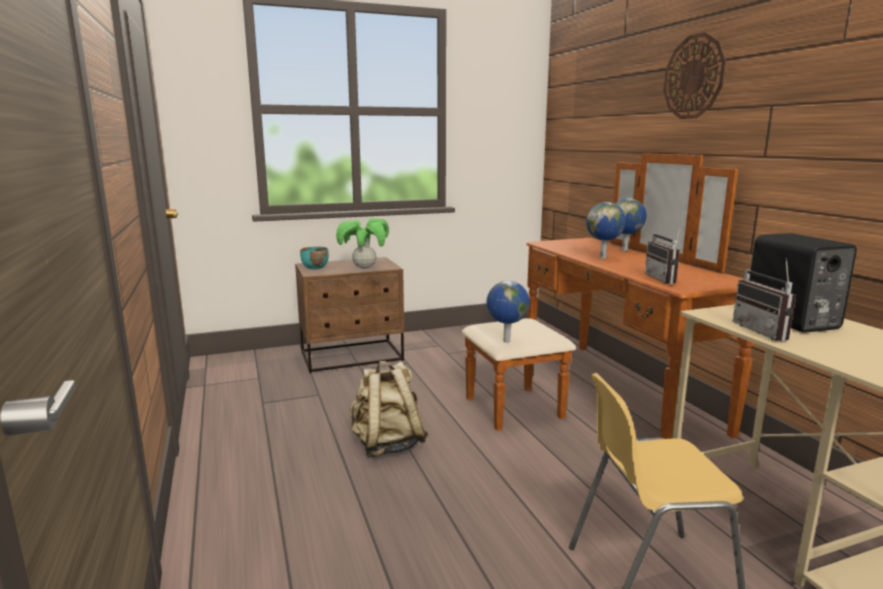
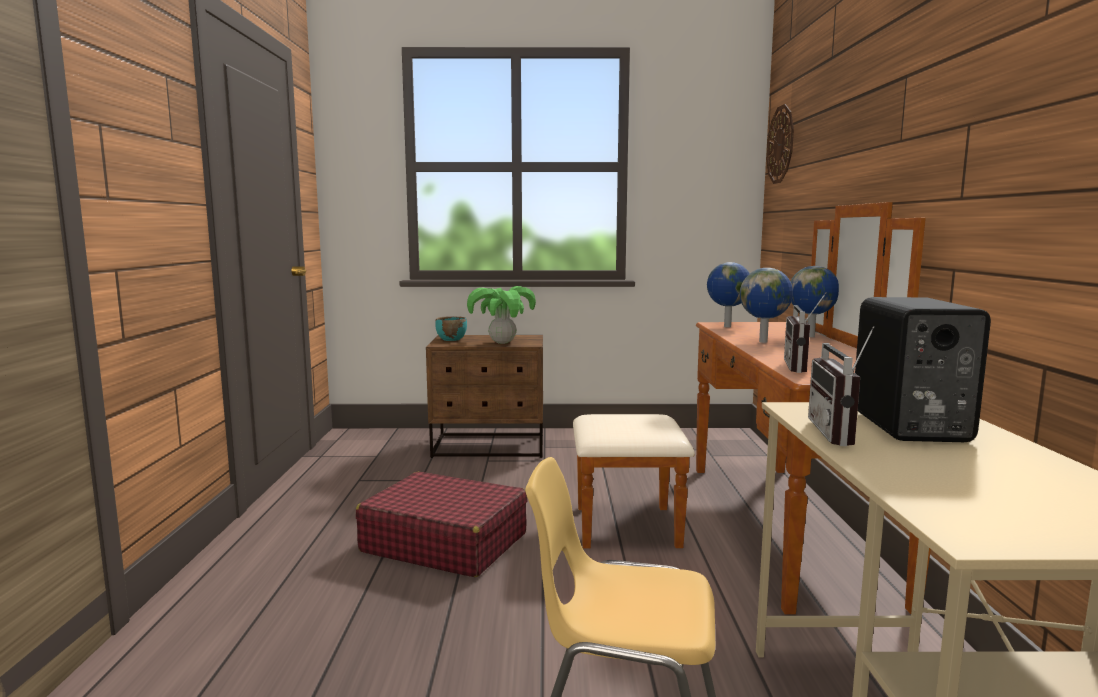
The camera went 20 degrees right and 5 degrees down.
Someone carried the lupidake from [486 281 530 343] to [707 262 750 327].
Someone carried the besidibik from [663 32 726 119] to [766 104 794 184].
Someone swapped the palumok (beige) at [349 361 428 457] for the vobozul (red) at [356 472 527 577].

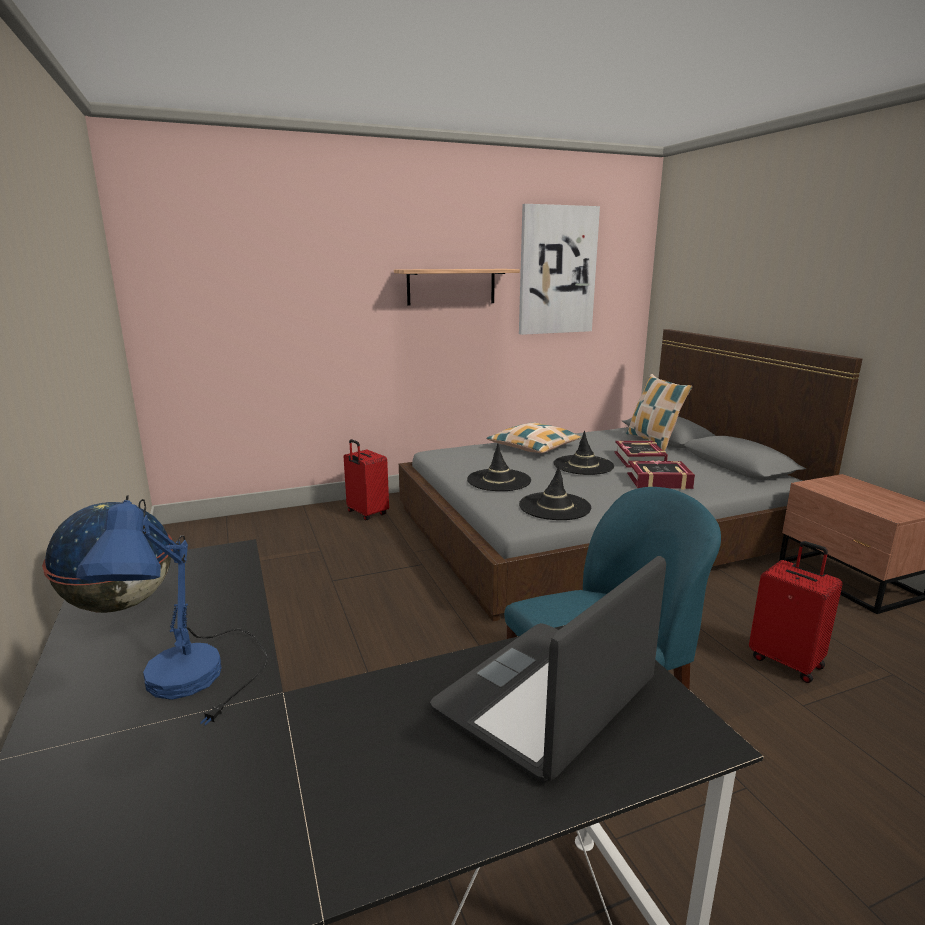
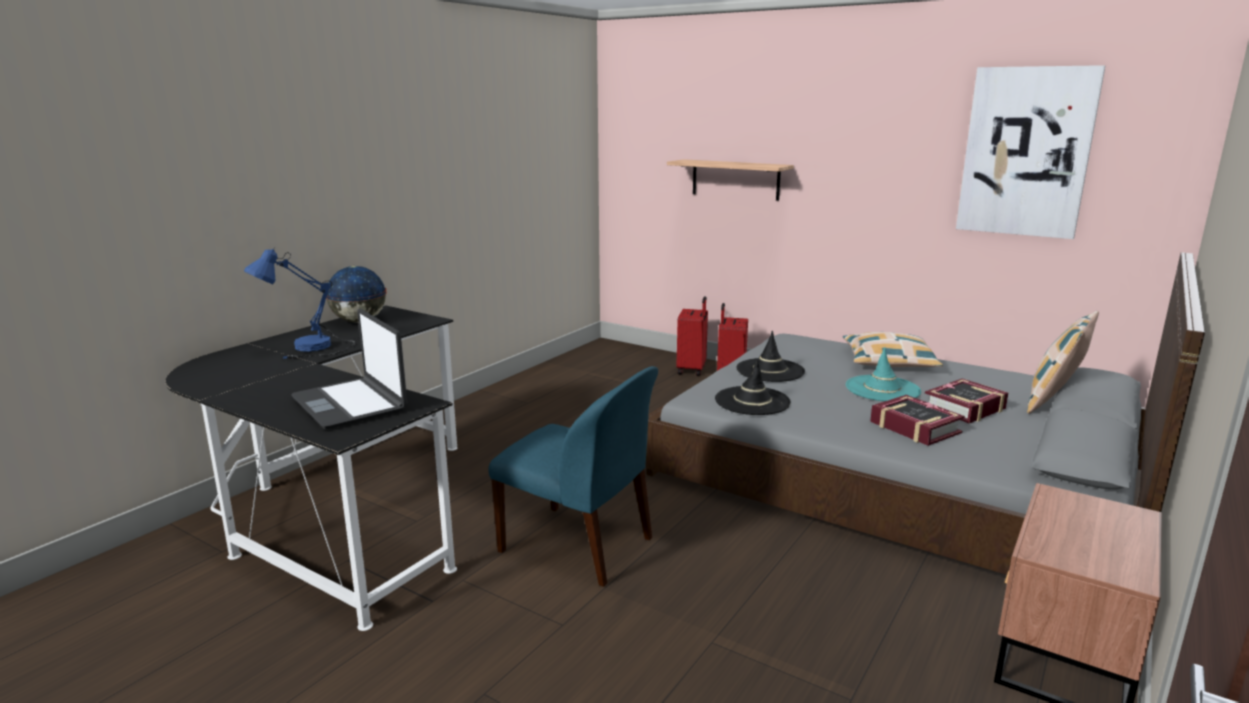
The camera went 55 degrees right and 0 degrees up.
Someone carried the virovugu from [394 269 520 305] to [667 159 794 201].
Someone carried the vobozul (red) from [749 541 842 683] to [677 296 708 376].
Someone repainted the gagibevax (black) at [554 431 614 475], which became the gagibevax (turquoise) at [846 347 921 401].
Someone rotated the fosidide at [430 556 666 781] by 135 degrees counterclockwise.

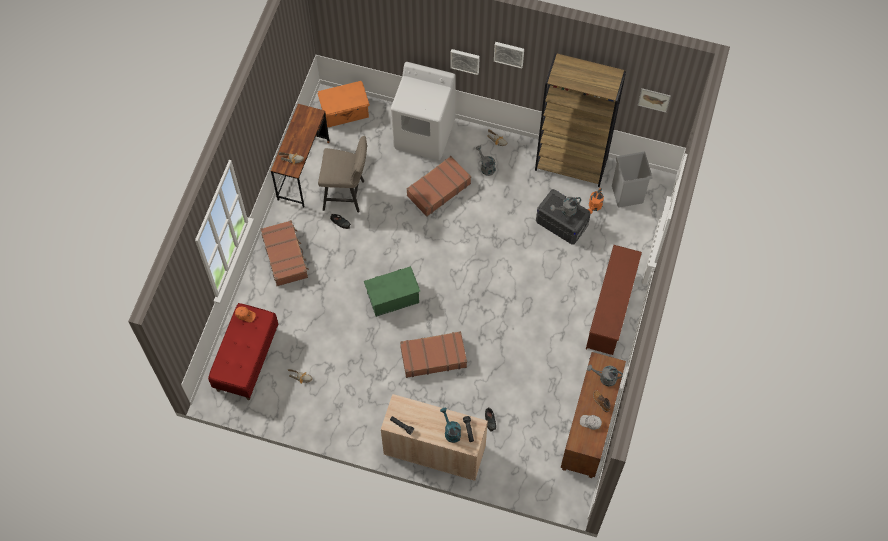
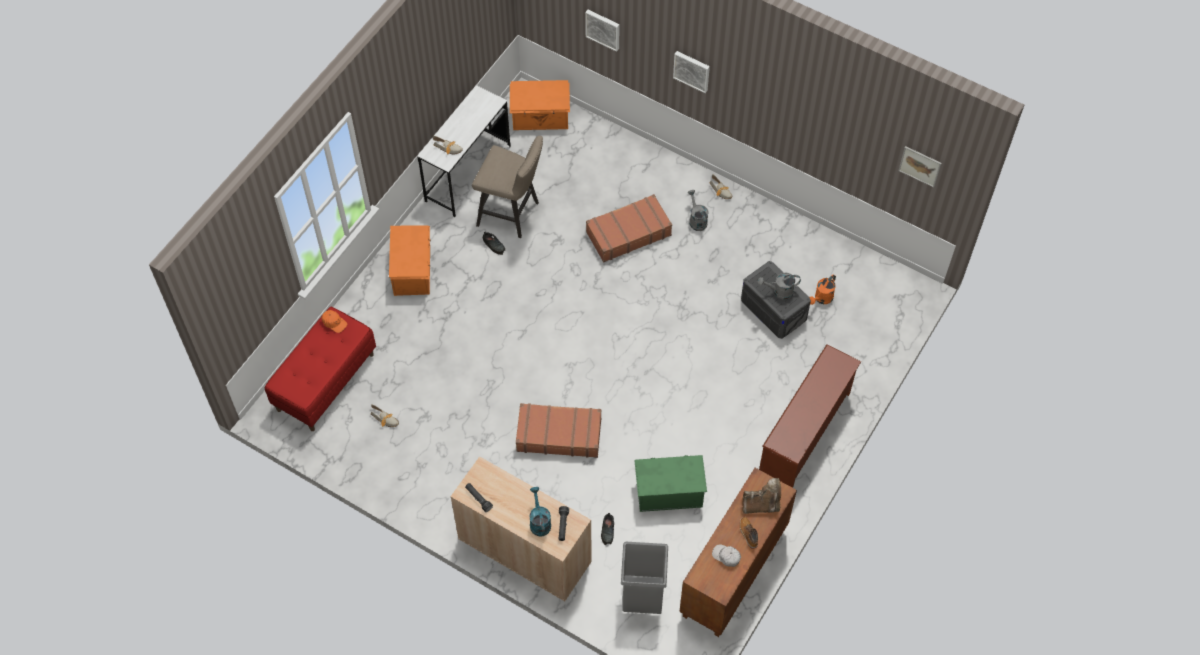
The camera went 15 degrees right and 5 degrees down.
Someone took away the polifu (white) at [391 62 456 160].
Someone took away the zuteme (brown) at [535 54 626 187].
Someone carried the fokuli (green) from [364 266 420 317] to [634 455 707 512].
Someone carried the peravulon from [494 42 524 69] to [585 10 620 52].
Someone carried the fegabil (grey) from [612 152 652 208] to [621 542 668 614].
Someone swapped the vobozul (brown) at [261 220 309 286] for the fokuli (orange) at [389 225 431 296].
Someone swapped the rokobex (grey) at [587 365 623 386] for the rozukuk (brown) at [742 478 781 514].
Someone repainted the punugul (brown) at [271 104 330 207], which became the punugul (white) at [418 85 511 217].

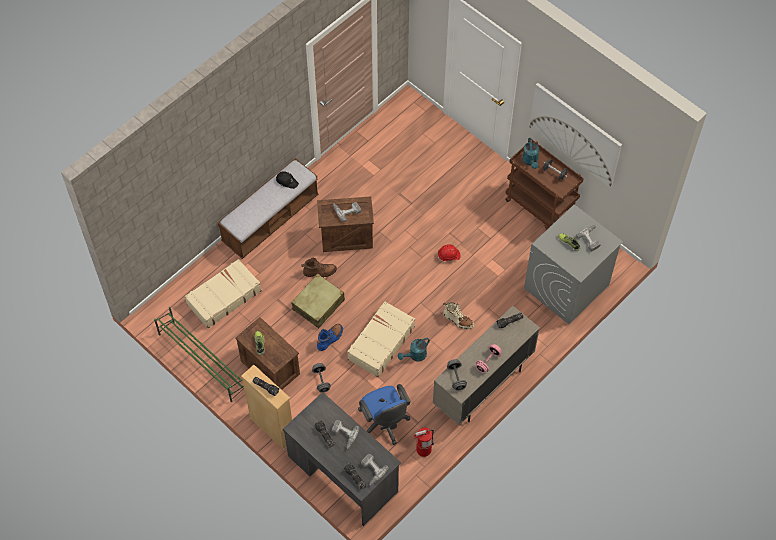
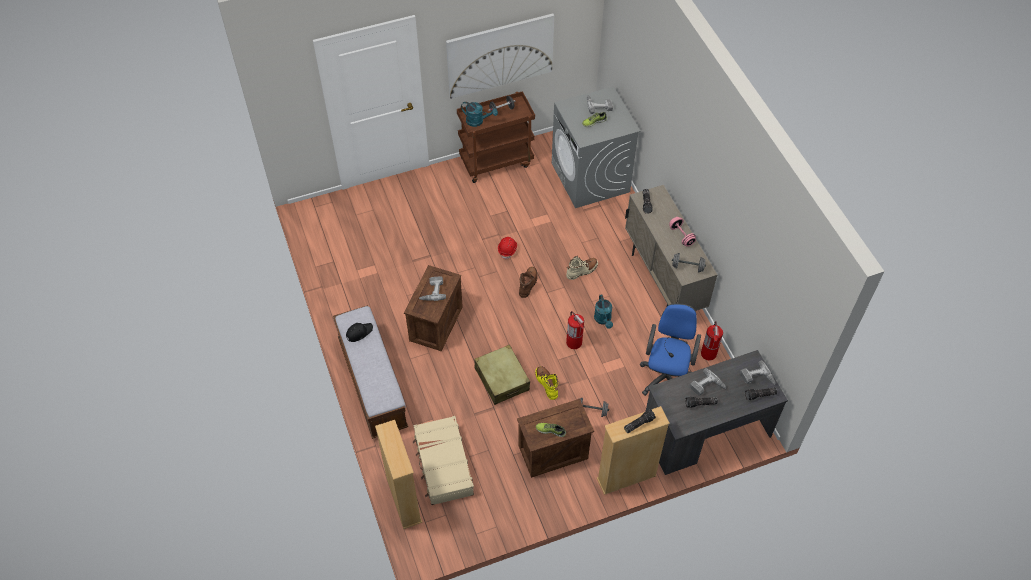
The camera went 65 degrees left and 5 degrees down.
Someone took away the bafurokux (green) at [154 307 244 402].
Someone put down the zuteme (beige) at [375 420 422 529].
Someone carried the rozukuk (brown) from [302 257 337 277] to [519 267 538 298].
Someone swapped the vobozul (beige) at [347 301 415 377] for the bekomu at [566 311 584 349].
Someone repainted the rozukuk (blue) at [317 324 343 351], which became the rozukuk (yellow) at [535 366 558 400].
Someone rotated the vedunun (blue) at [358 384 410 445] by 75 degrees counterclockwise.

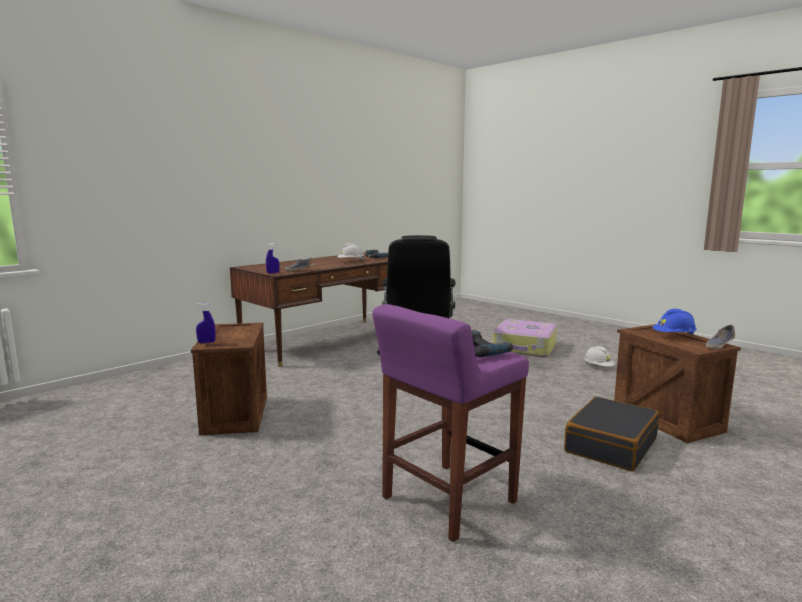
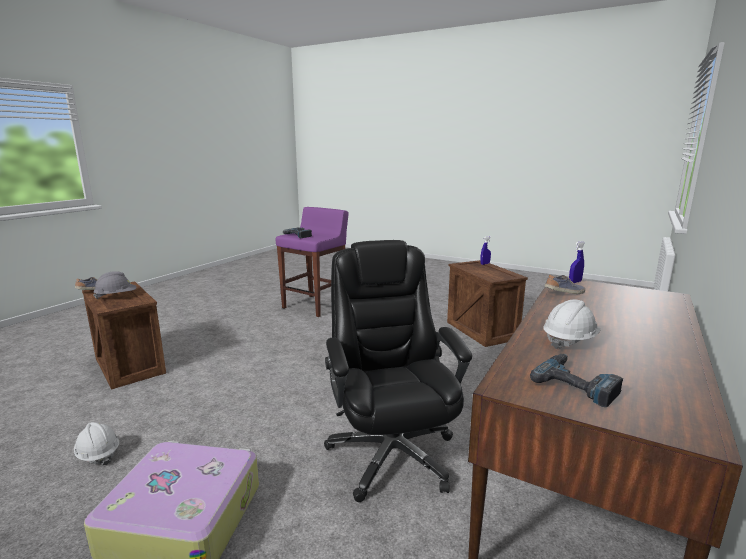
The camera went 165 degrees right and 5 degrees up.
Someone took away the vobozul (black) at [564 397 659 471].
Someone repainted the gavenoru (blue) at [653 309 697 336], which became the gavenoru (grey) at [94 271 136 299].

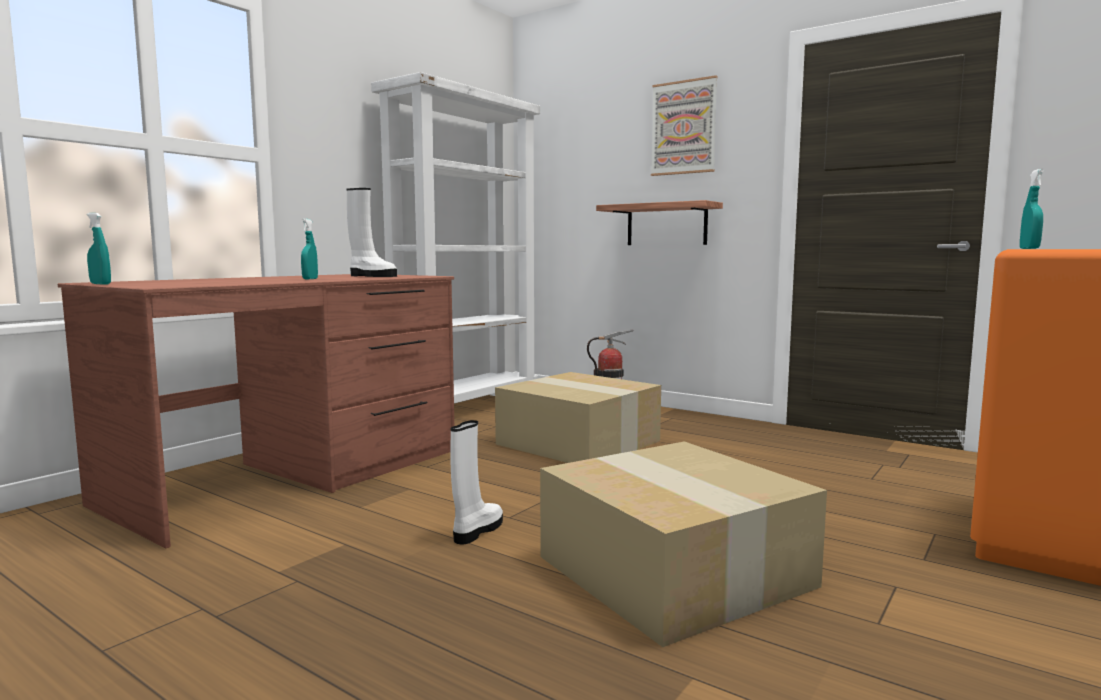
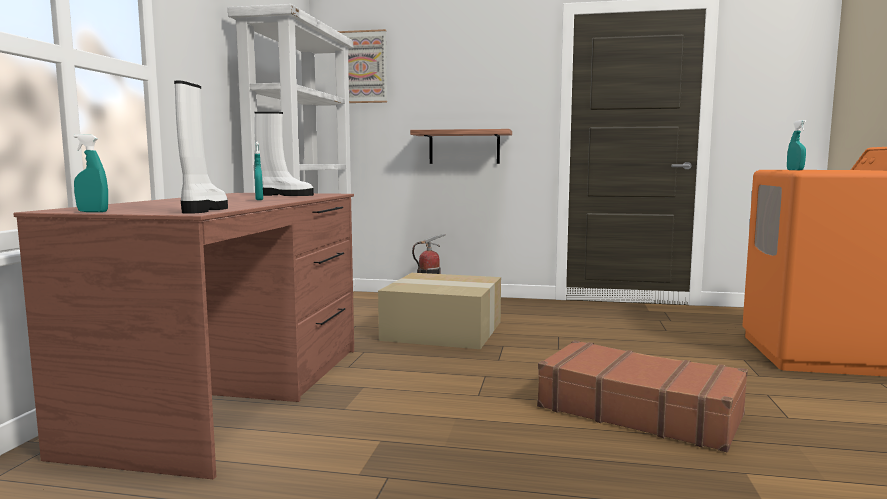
The camera went 25 degrees left and 0 degrees up.
Someone carried the rozukuk (white) from [450 420 503 545] to [174 81 228 214].
Someone carried the peravulon from [651 75 718 176] to [338 29 387 103].
Someone swapped the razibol at [540 441 827 647] for the vobozul (brown) at [537 340 748 452].

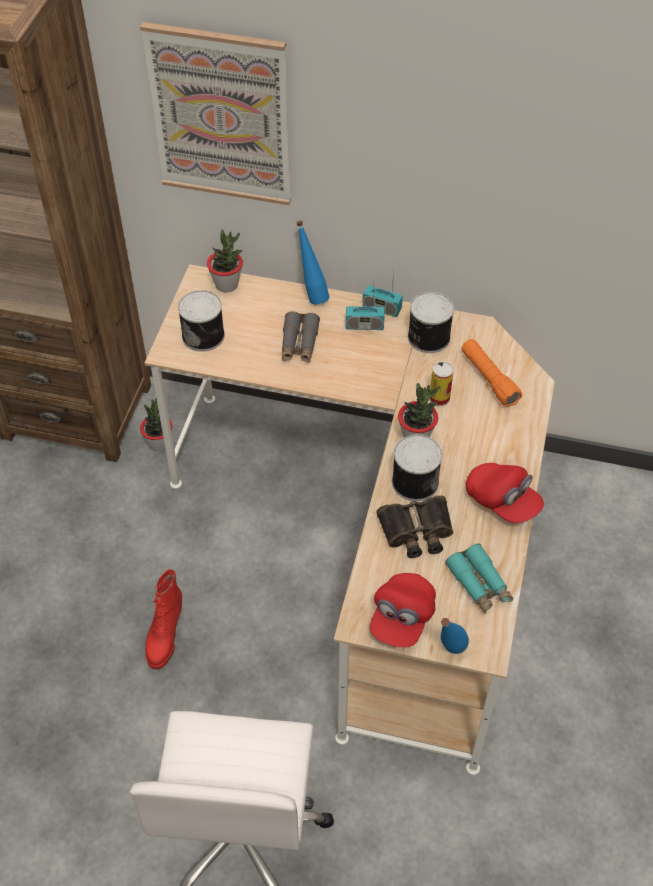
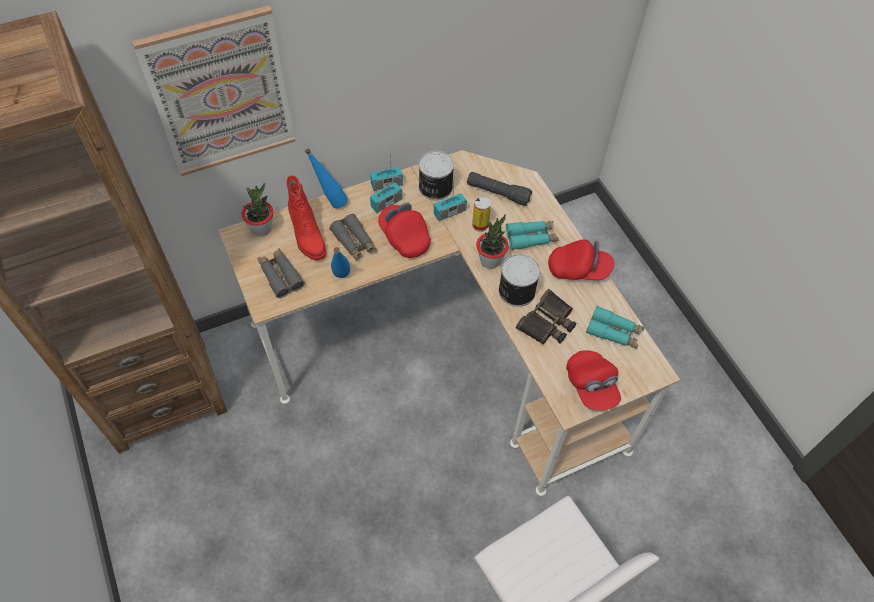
The camera went 40 degrees left and 5 degrees up.
Someone took away the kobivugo at [140 399 172 452].
Someone put down the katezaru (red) at [378 203 431 258].
Someone put down the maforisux at [434 185 467 221].
Someone put down the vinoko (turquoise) at [506 221 559 250].
Someone carried the rozukuk (red) from [145 569 182 669] to [287 175 326 261].
Someone carried the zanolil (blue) from [441 618 469 654] to [331 247 350 278].
Someone swapped the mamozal at [178 290 225 352] for the vinoko (grey) at [258 248 305 298].
Someone repainted the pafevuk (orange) at [462 339 522 407], which became the pafevuk (black) at [467 172 532 206].

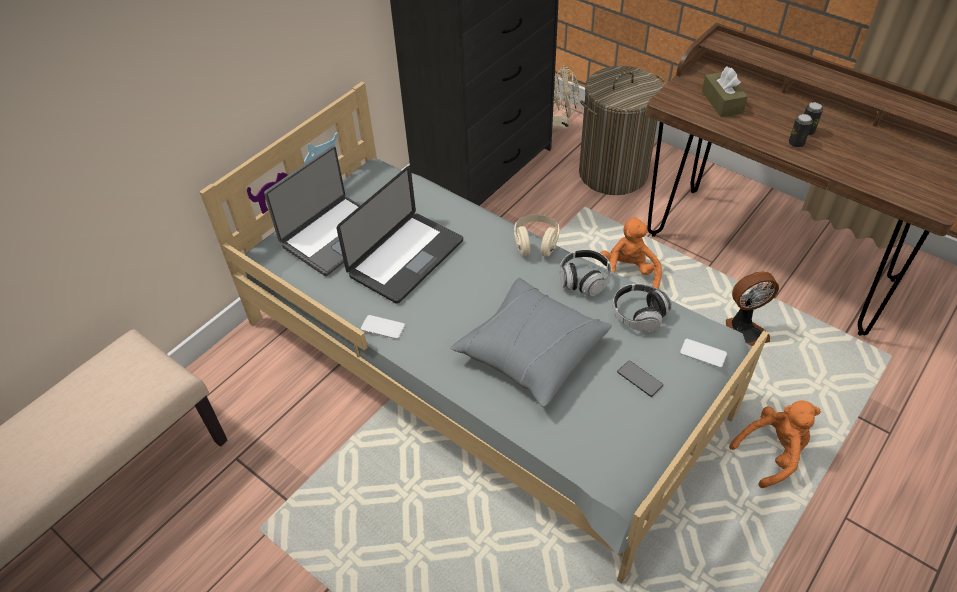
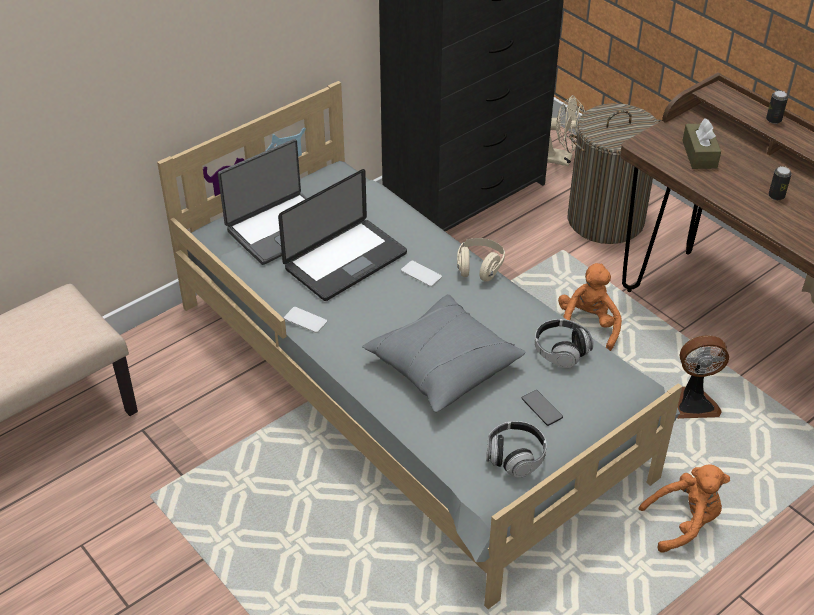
The camera went 10 degrees right and 5 degrees down.
Someone carried the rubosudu from [560 250 612 296] to [487 421 547 478].
Someone carried the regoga from [680 339 727 368] to [401 261 442 287].
Someone carried the mamozal from [789 114 813 148] to [766 90 788 124].

